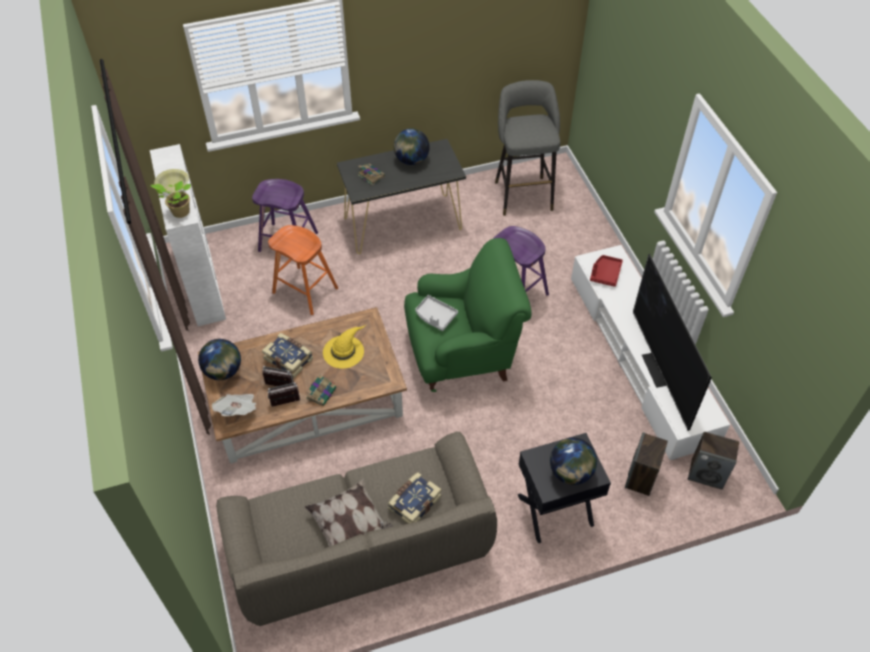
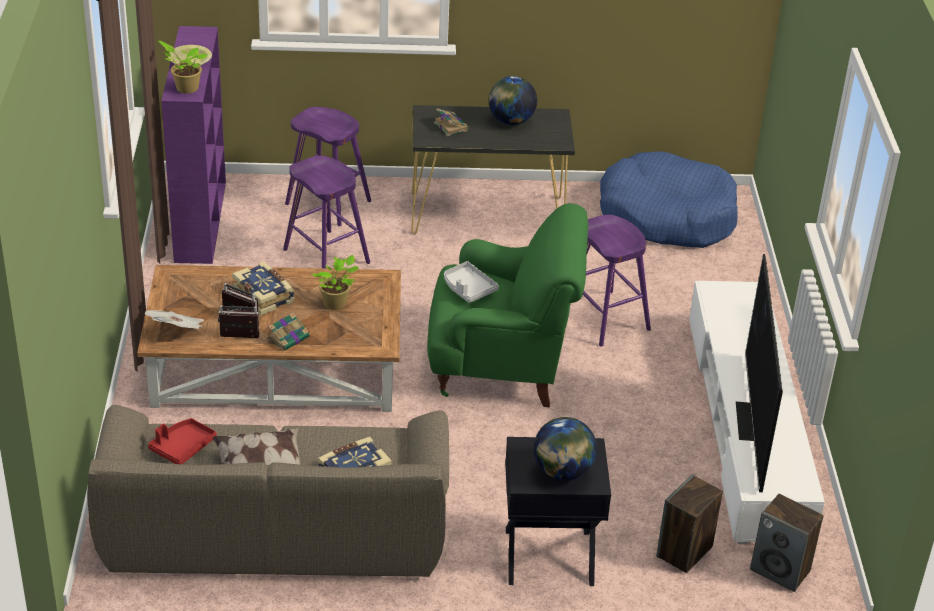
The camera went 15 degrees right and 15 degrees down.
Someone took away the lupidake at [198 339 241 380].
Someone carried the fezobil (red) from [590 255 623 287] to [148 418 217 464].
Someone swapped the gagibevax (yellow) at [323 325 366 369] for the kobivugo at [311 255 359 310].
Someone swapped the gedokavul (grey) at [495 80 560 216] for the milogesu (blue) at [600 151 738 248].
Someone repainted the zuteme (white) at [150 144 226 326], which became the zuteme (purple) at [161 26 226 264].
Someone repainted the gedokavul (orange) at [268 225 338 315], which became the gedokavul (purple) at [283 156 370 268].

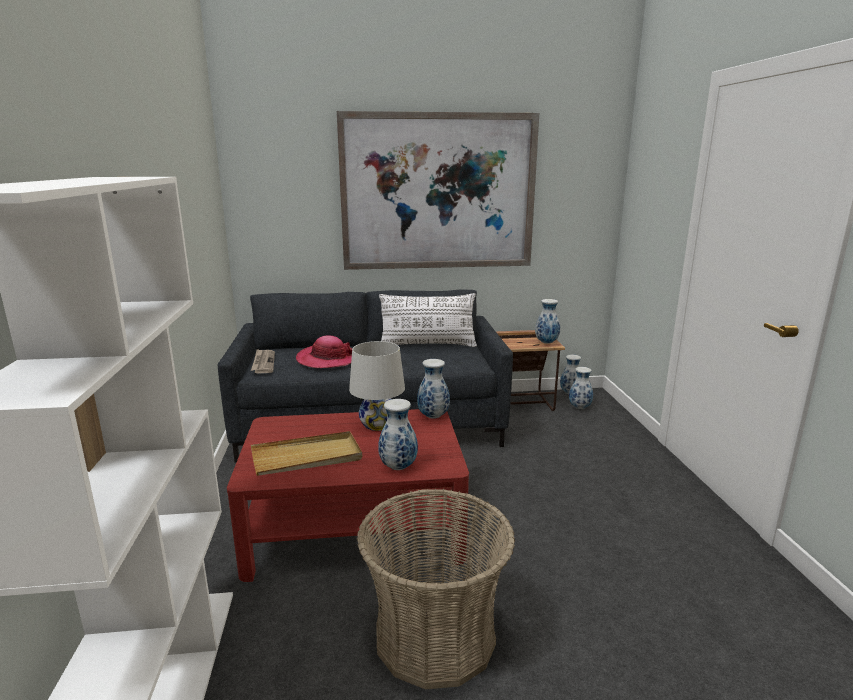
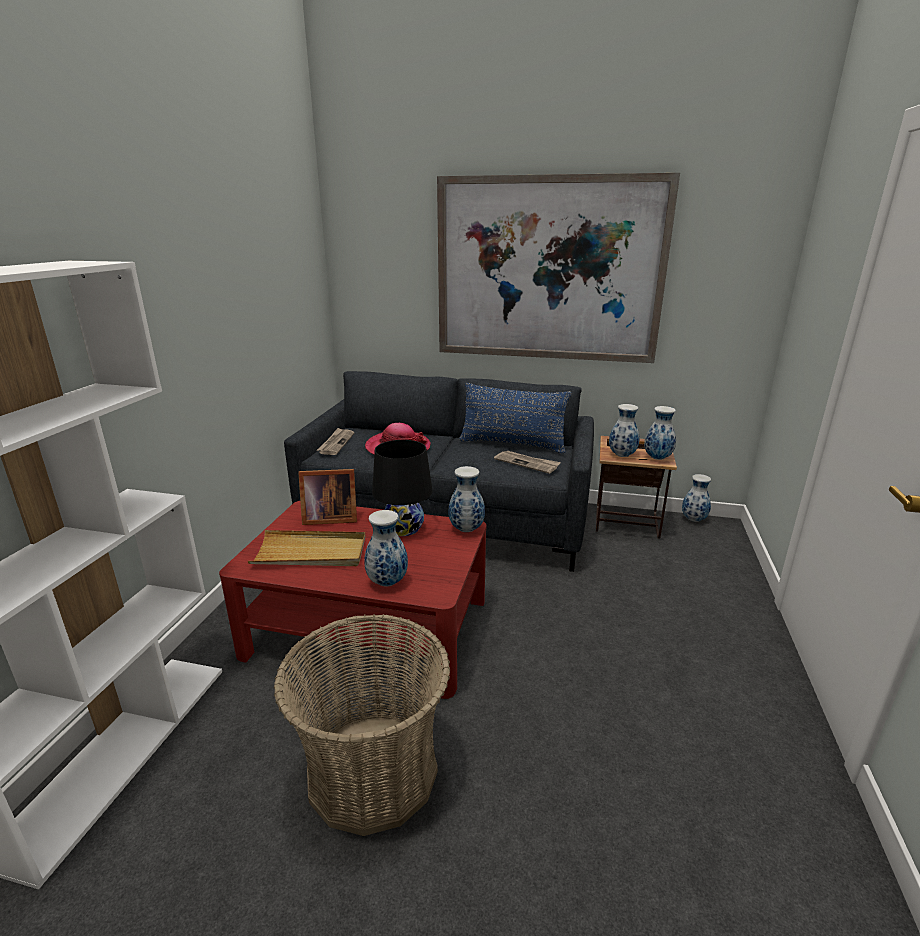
The camera went 20 degrees right and 5 degrees up.
Someone put down the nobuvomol at [298 469 357 525].
Someone put down the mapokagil at [494 451 561 474].
Someone carried the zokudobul from [569 367 593 409] to [609 404 640 457].
Someone repainted the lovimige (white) at [349 341 405 431], which became the lovimige (black) at [372 440 432 536].
Someone repainted the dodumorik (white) at [379 293 477 347], which became the dodumorik (blue) at [459 383 572 453].

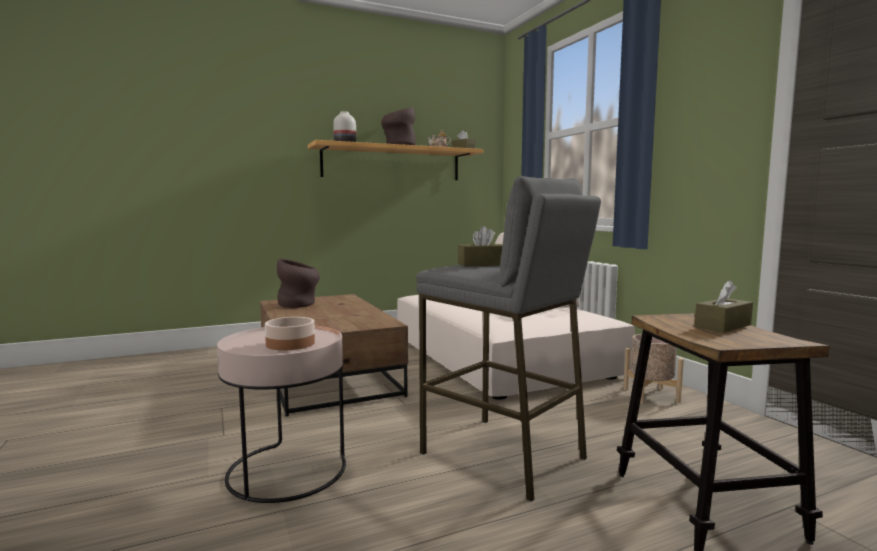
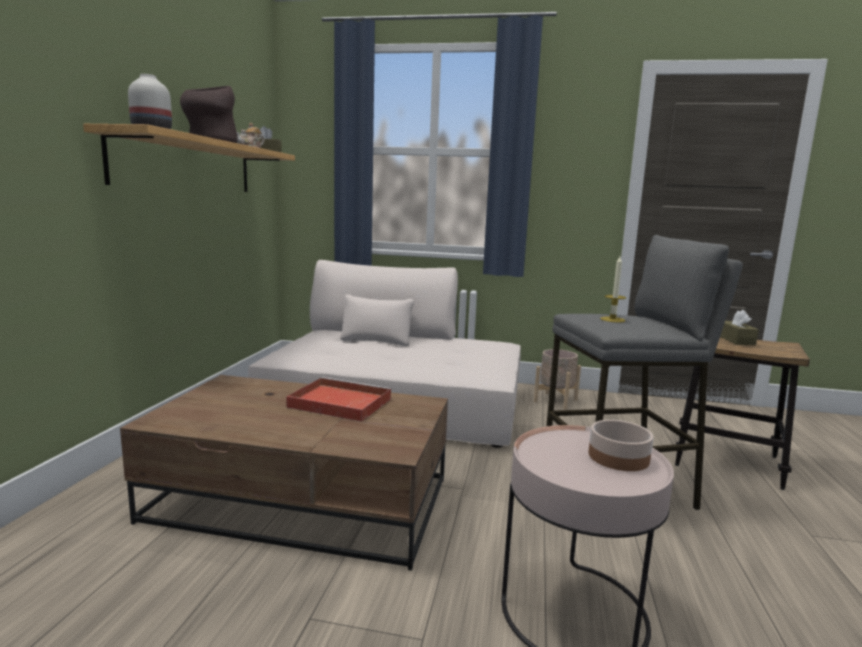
The camera went 55 degrees left and 5 degrees up.
Someone took away the zokudobul (brown) at [277 259 320 308].
Someone put down the fezobil (red) at [286 377 392 422].
Someone swapped the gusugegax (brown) at [458 226 502 266] for the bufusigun at [600 256 626 322].

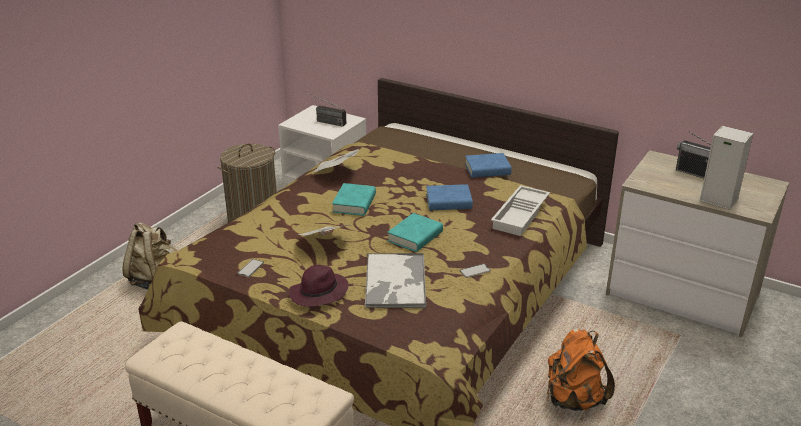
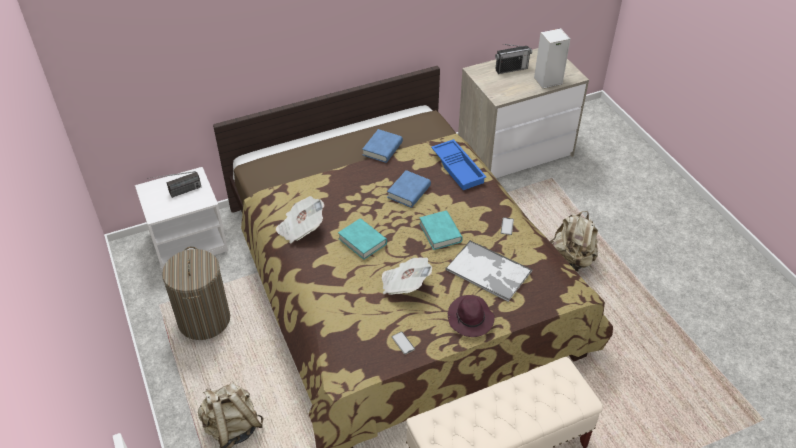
The camera went 55 degrees left and 15 degrees up.
Someone repainted the fezobil (white) at [491 185 550 236], which became the fezobil (blue) at [431 139 486 190].
Someone repainted the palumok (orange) at [547 328 615 411], which became the palumok (beige) at [550 211 598 271].

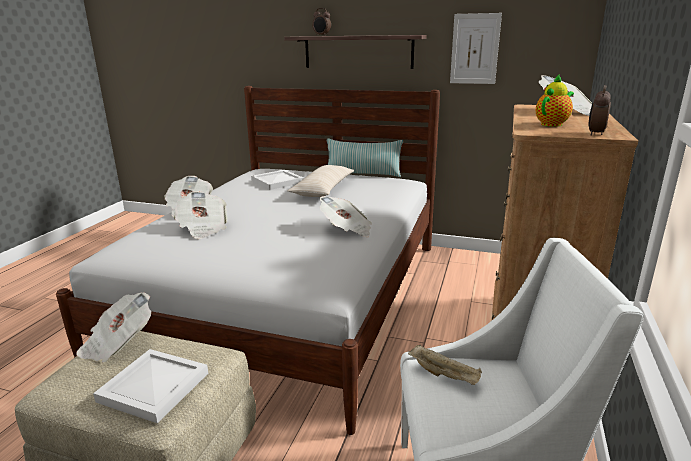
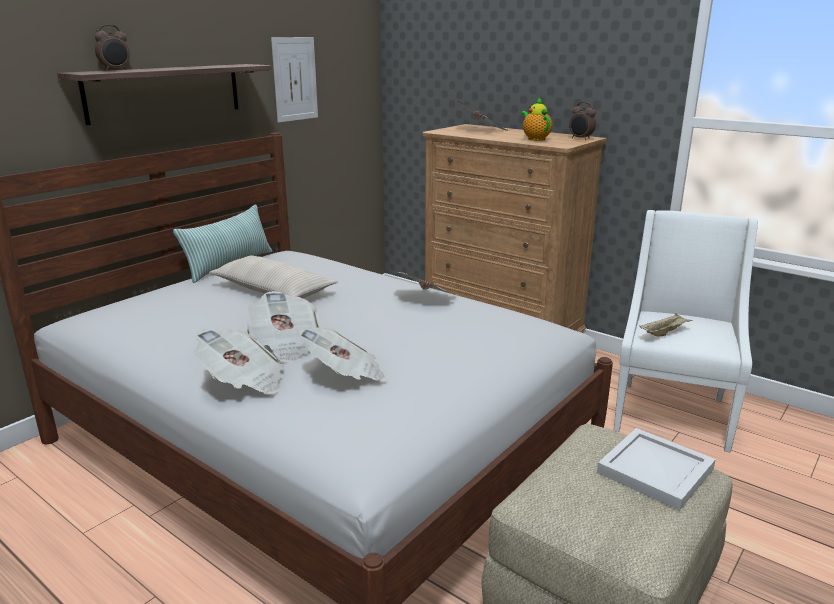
The camera went 70 degrees left and 0 degrees up.
Someone took away the fezobil (white) at [251 170 303 190].
Someone carried the mapokagil from [76 292 152 363] to [246 291 321 363].

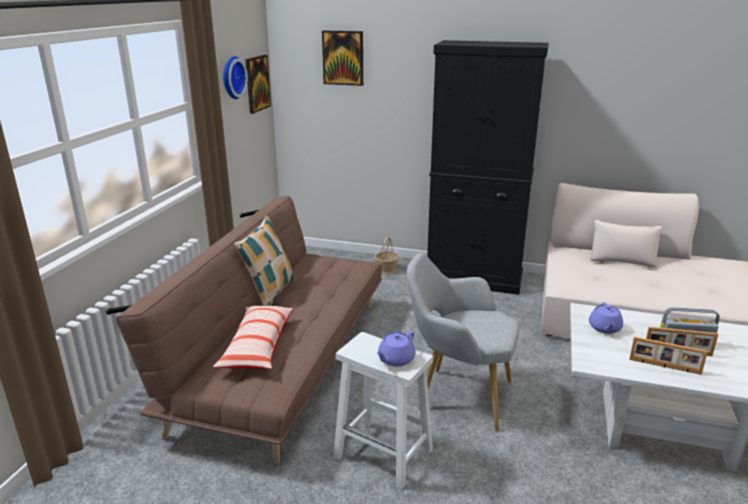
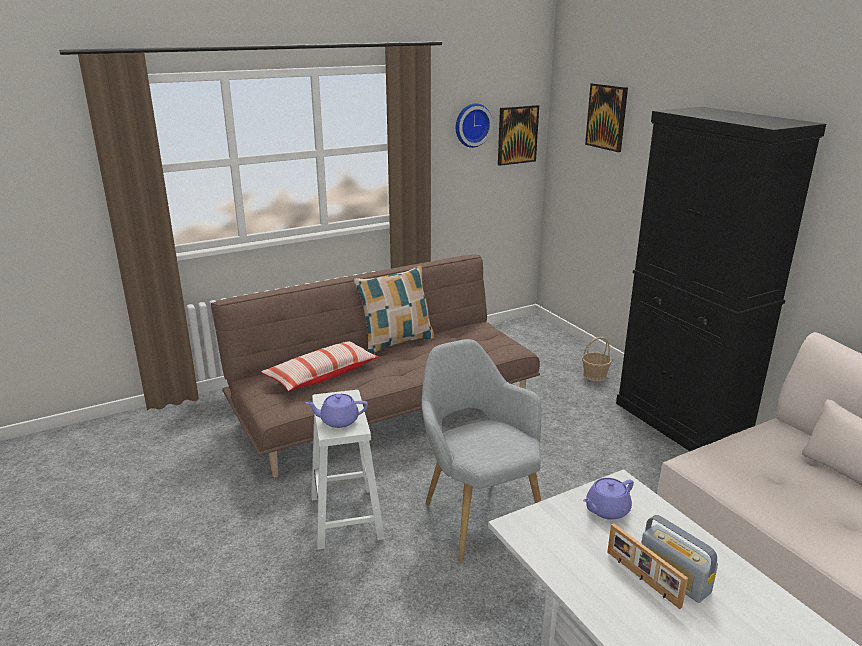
The camera went 45 degrees right and 0 degrees up.
Someone took away the nobuvomol at [629 336 708 375].

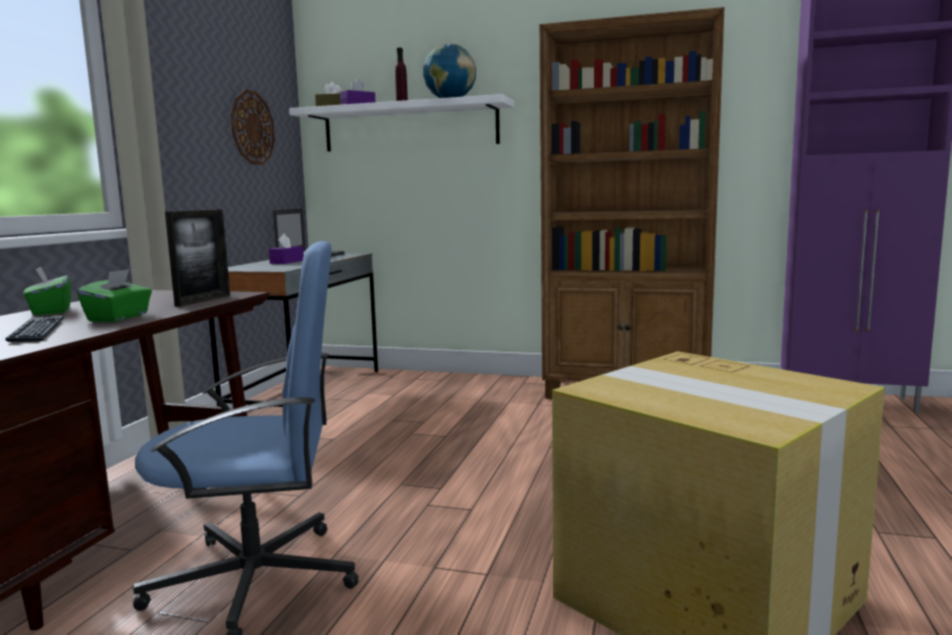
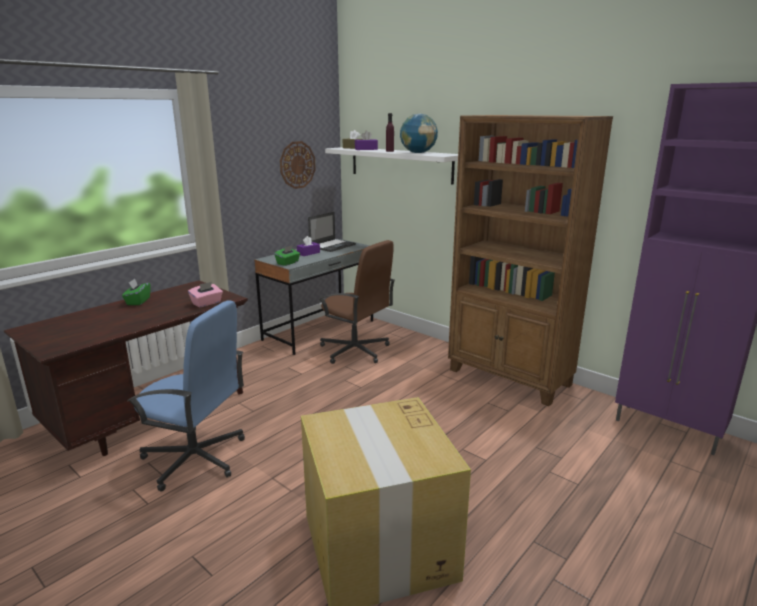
The camera went 25 degrees right and 10 degrees up.
Someone took away the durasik at [6 316 65 342].
Someone put down the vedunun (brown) at [318 240 395 364].
Someone carried the gusugegax (green) from [77 269 152 322] to [274 245 300 266].
Someone swapped the nobuvomol at [165 209 230 307] for the gusugegax (pink) at [188 282 223 307].

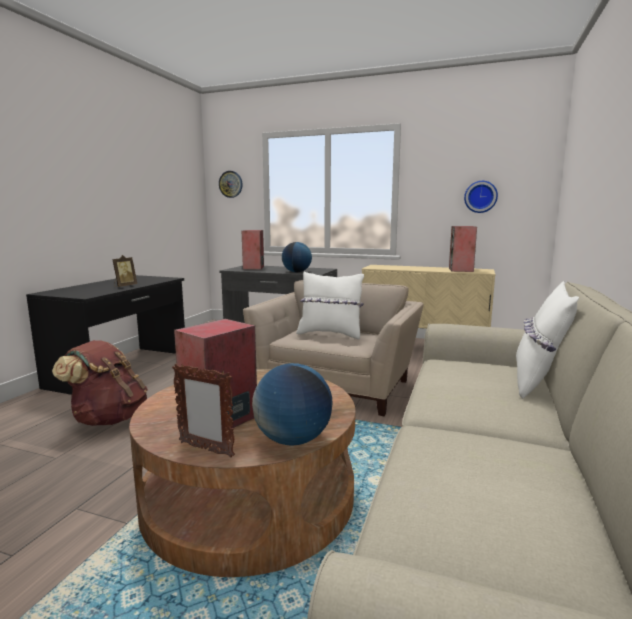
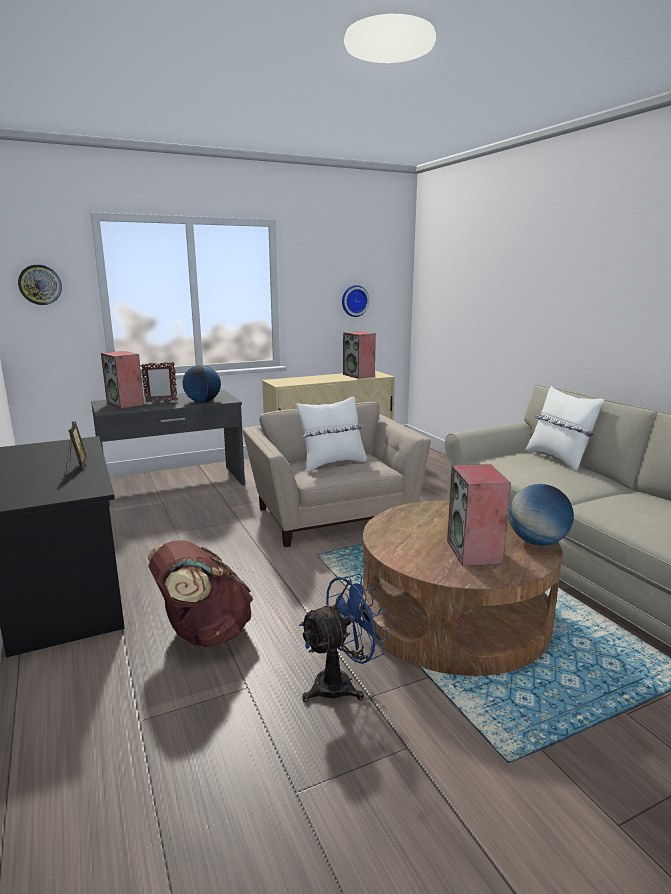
The camera went 45 degrees left and 5 degrees up.
Someone put down the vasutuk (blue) at [299 574 391 702].
Someone carried the nobuvomol from [172 364 235 458] to [141 362 178 403].

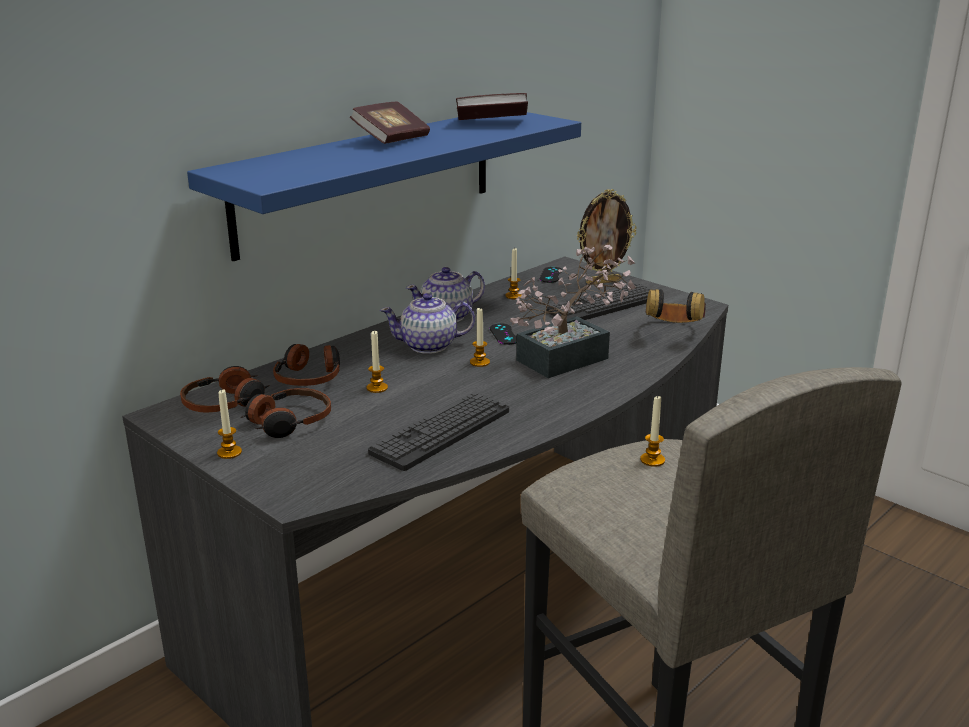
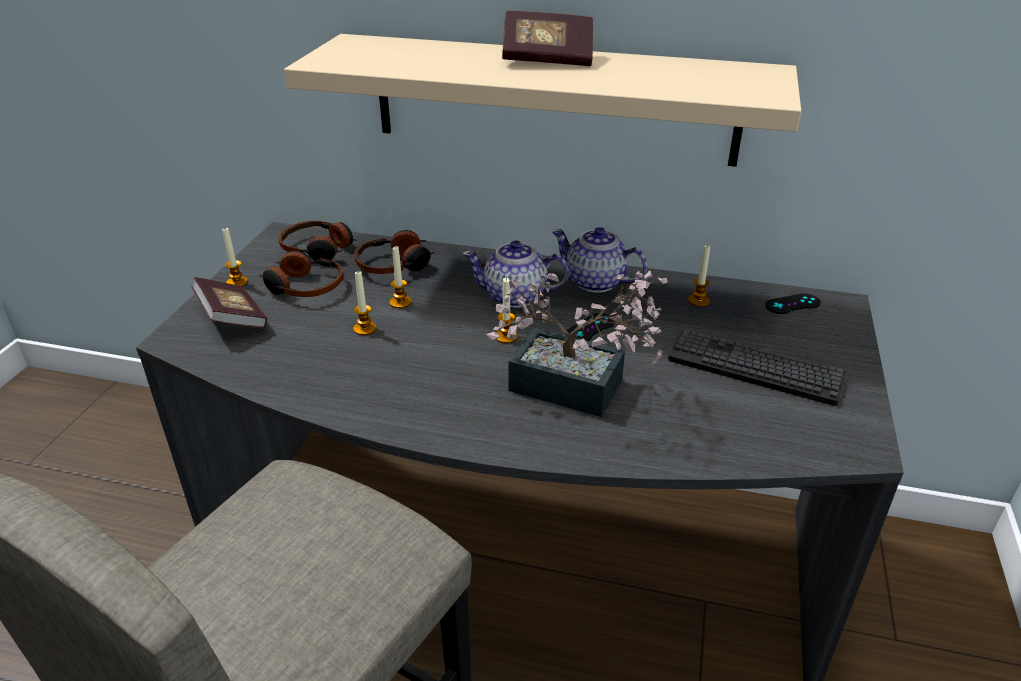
The camera went 60 degrees right and 10 degrees up.
Someone took away the durasik at [368 392 509 471].
Someone took away the nobuvomol at [577 189 636 285].
Someone took away the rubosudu at [645 289 706 323].
Someone carried the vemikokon from [456 93 528 120] to [192 277 267 328].
Someone carried the bufusigun from [640 396 665 467] to [353 271 377 335].
Someone repainted the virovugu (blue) at [187 112 581 261], which became the virovugu (beige) at [284 34 802 167].
Someone rotated the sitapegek at [380 293 475 354] by 45 degrees counterclockwise.

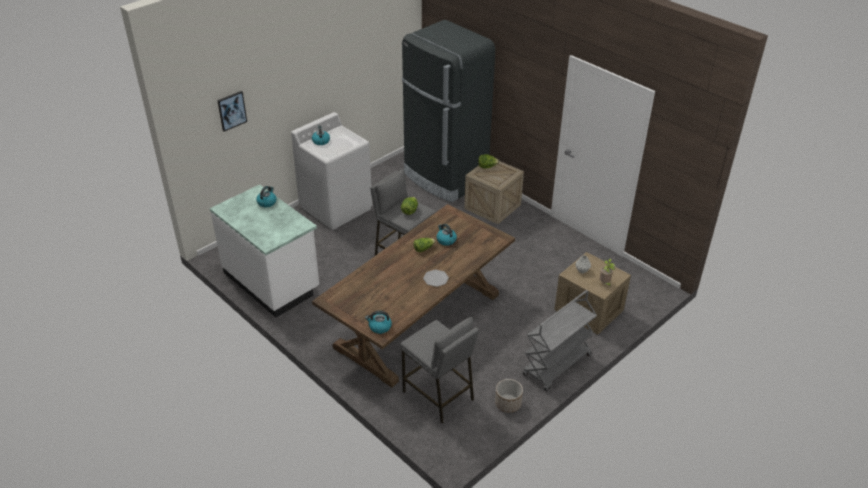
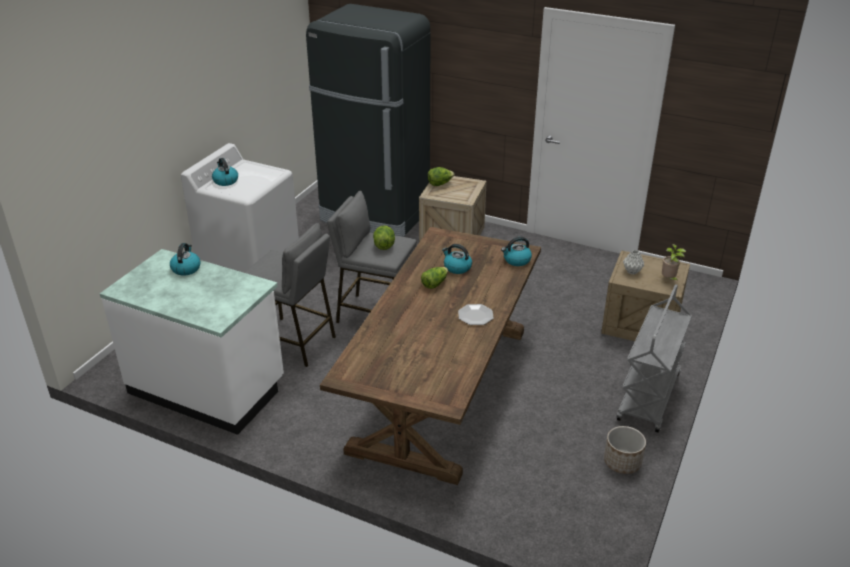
The camera went 20 degrees left and 5 degrees down.
Someone took away the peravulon at [217 91 247 132].
Someone carried the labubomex from [365 311 392 334] to [501 237 532 266].
Someone carried the gedokavul (grey) from [400 317 479 423] to [244 223 336 367].

